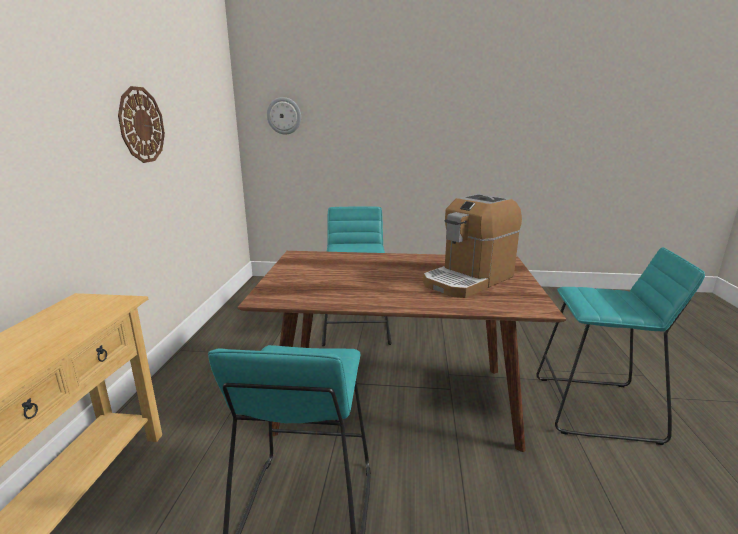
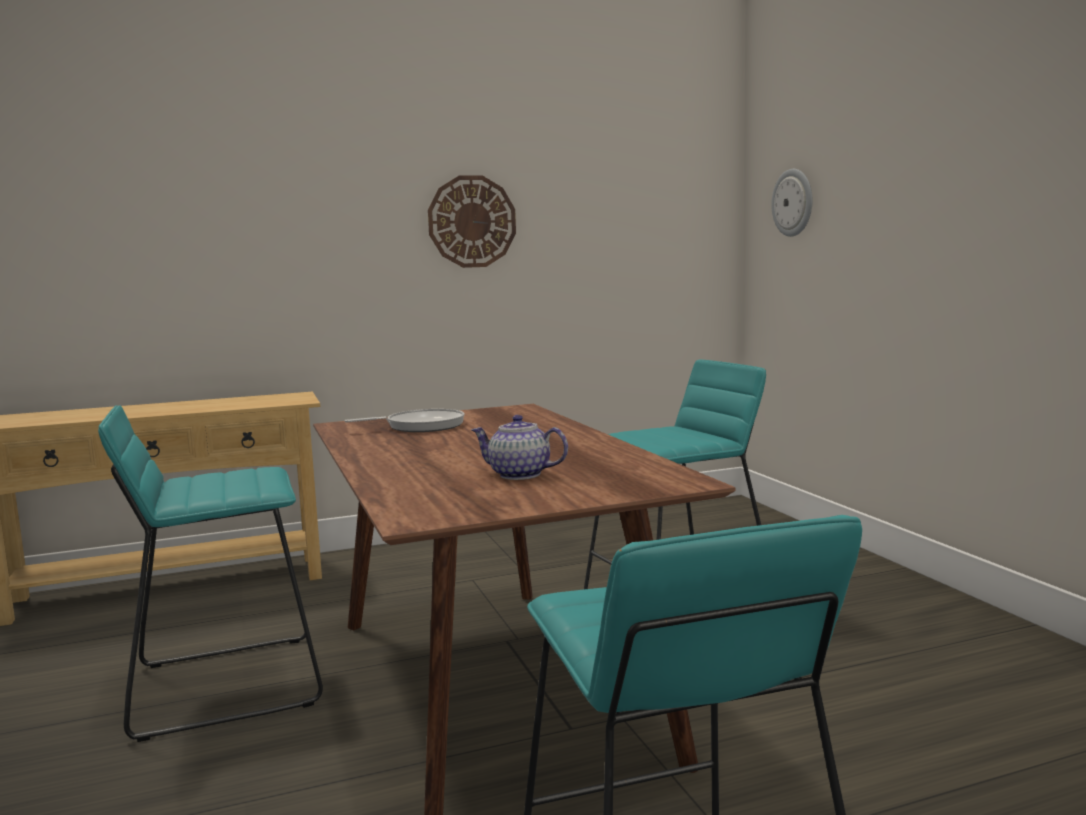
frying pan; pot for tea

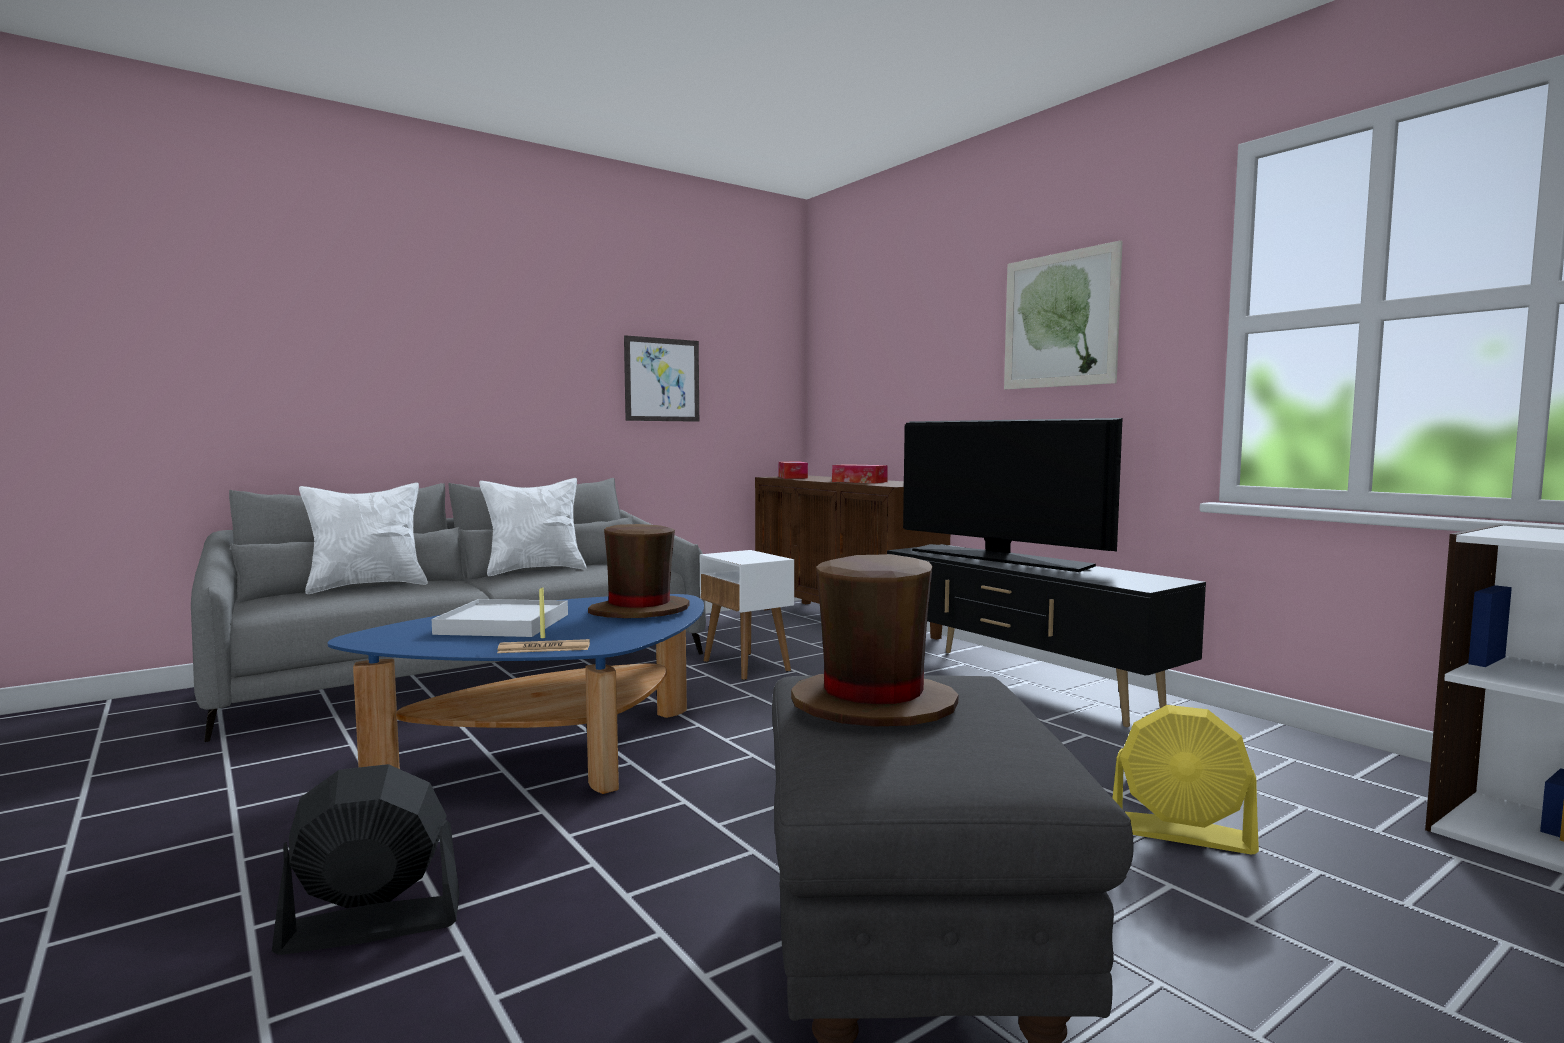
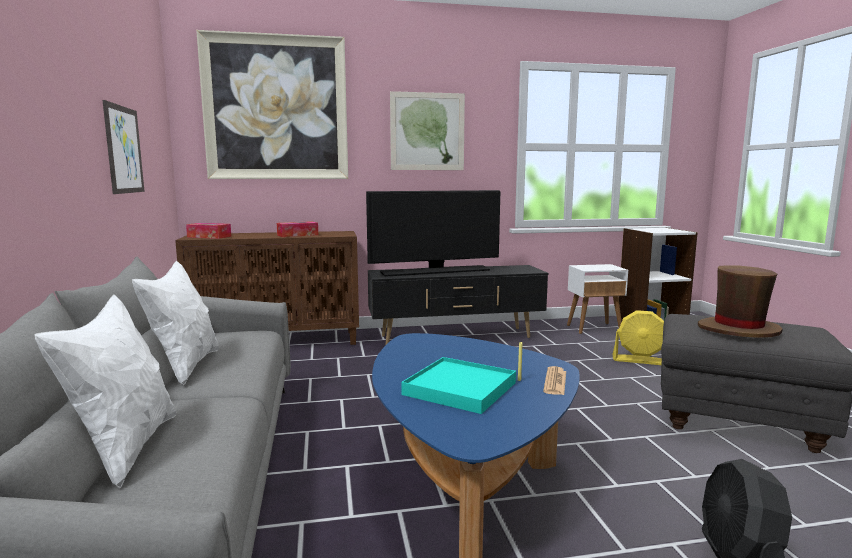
wall art (2nd from left); blue-green carrying tray; whitish end table; yellowish cooling fan; brown-coloured hat (1st from left in the first image)

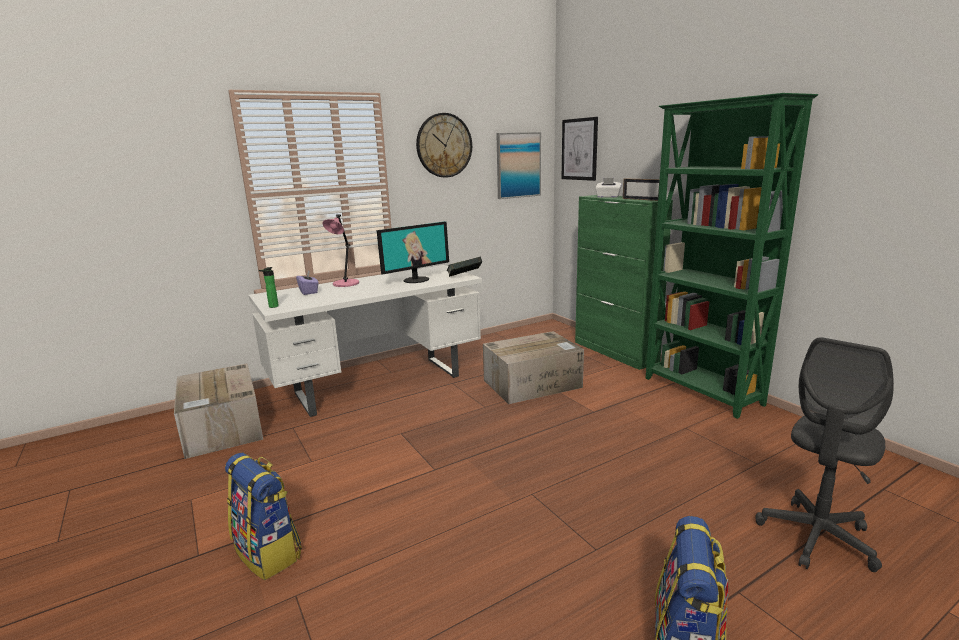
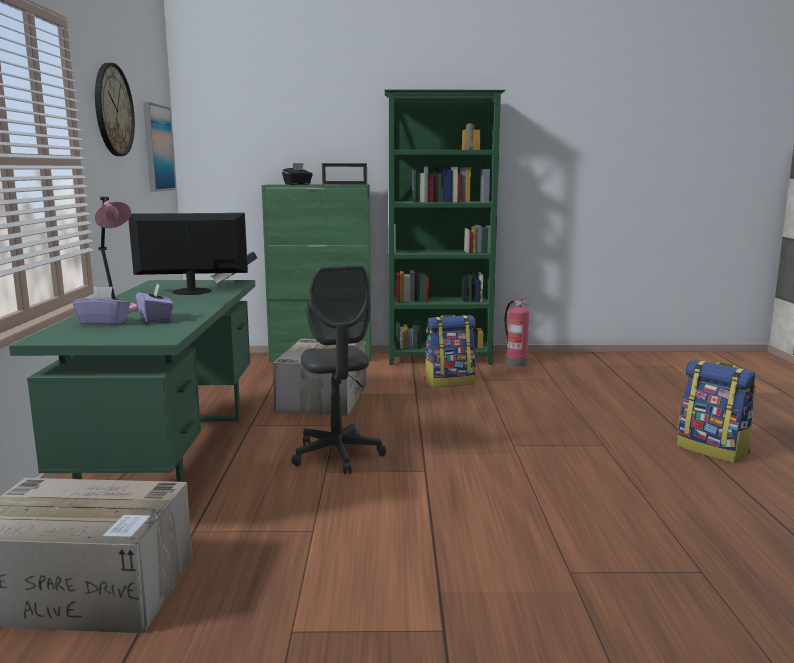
green desk unit; computer display; purple-coloured box of tissues (2nd from left); blackish box of tissues; gray office chair; knapsack (1st from left); extinguisher; drink bottle; wall art (2nd from left in the first image)

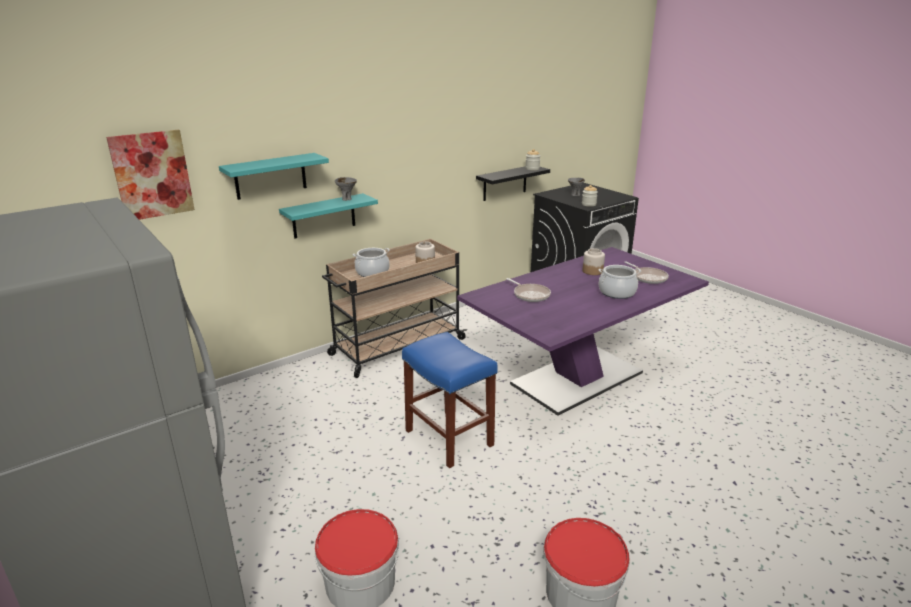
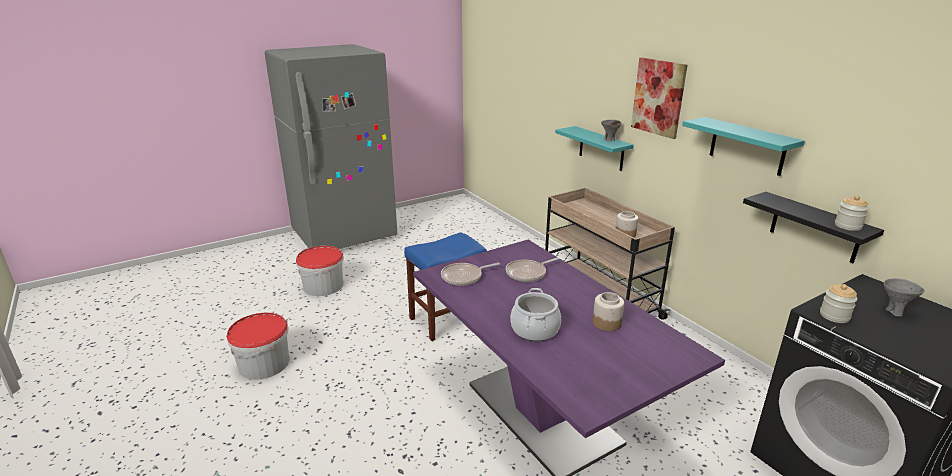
frying pan (1st from left); wall art; blue-green shelf (2nd from left); cooking pot (1st from left in the first image)

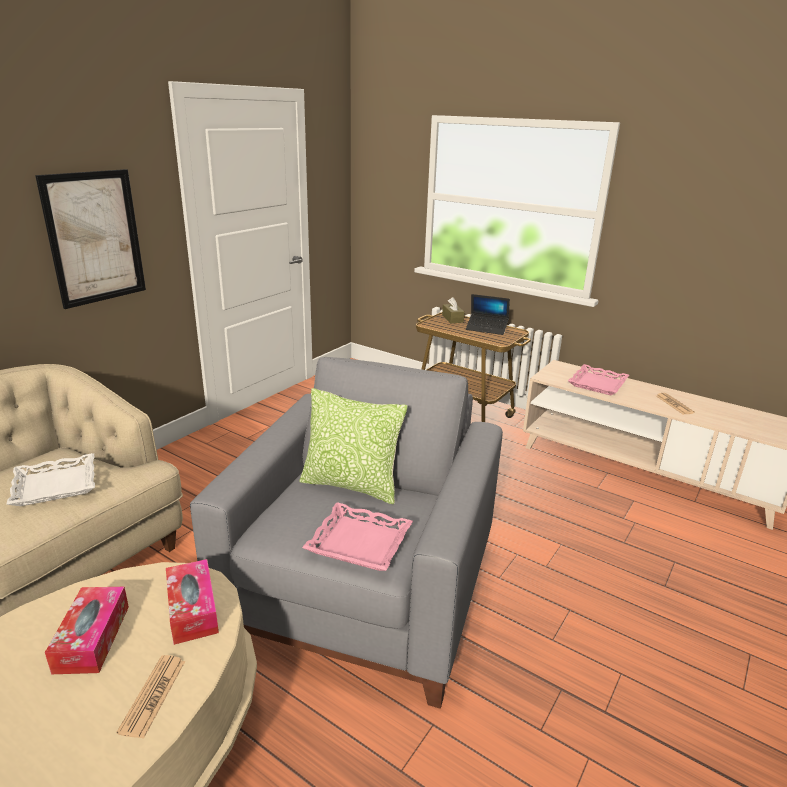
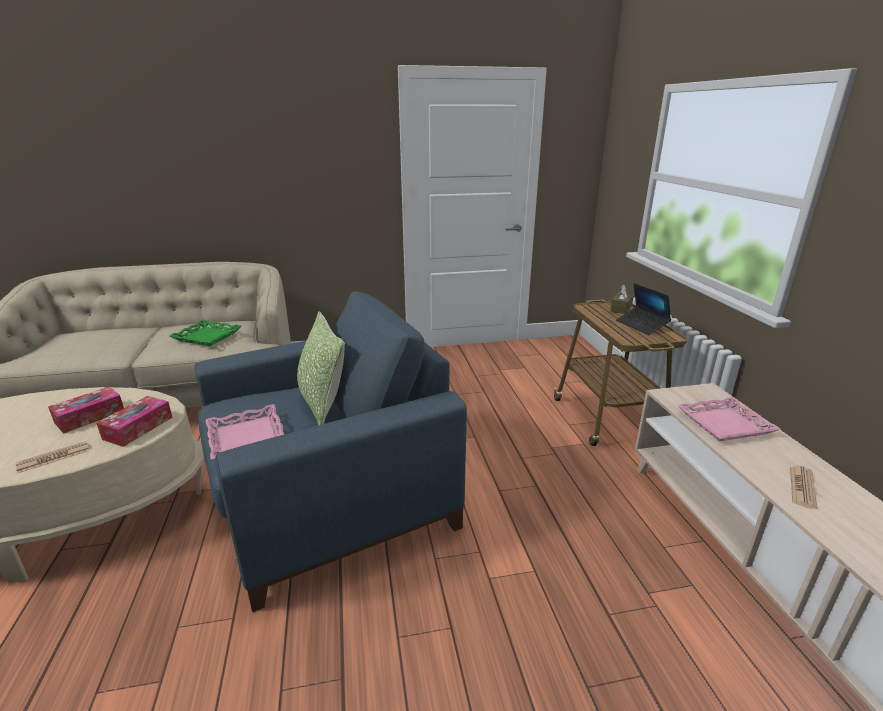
green carrying tray; blue lounge chair; wall art

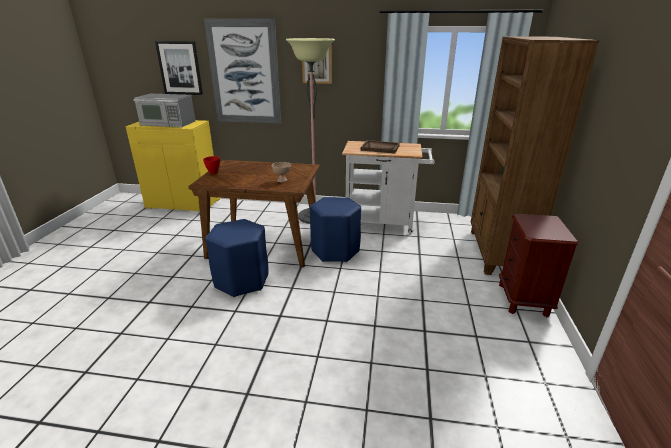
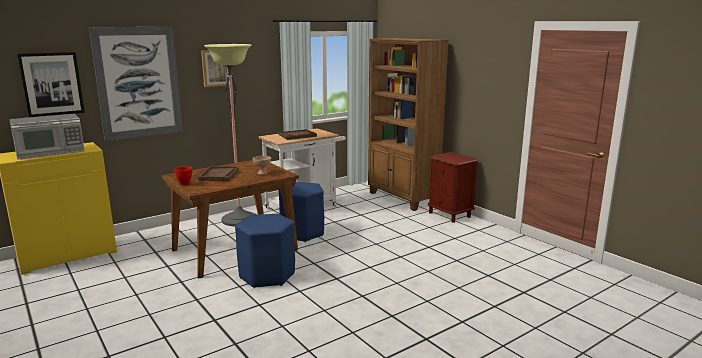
brown-coloured carrying tray (1st from left)

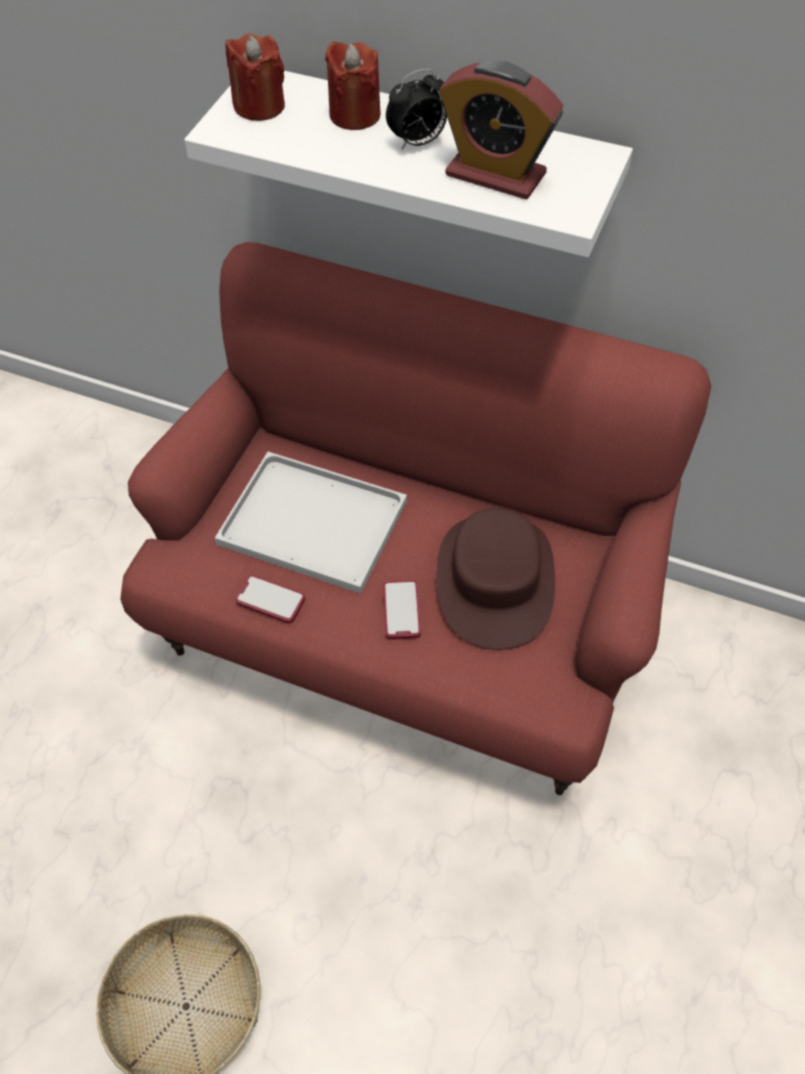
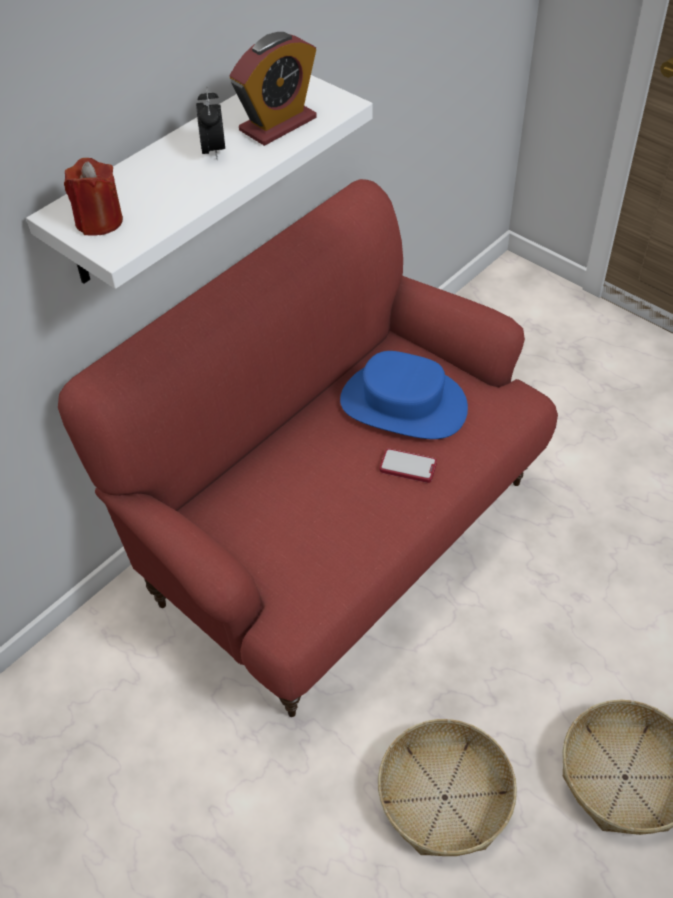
blue hat; household basket (1st from left); whitish carrying tray; telephone (1st from left in the first image); reddish wax light (2nd from left in the first image)

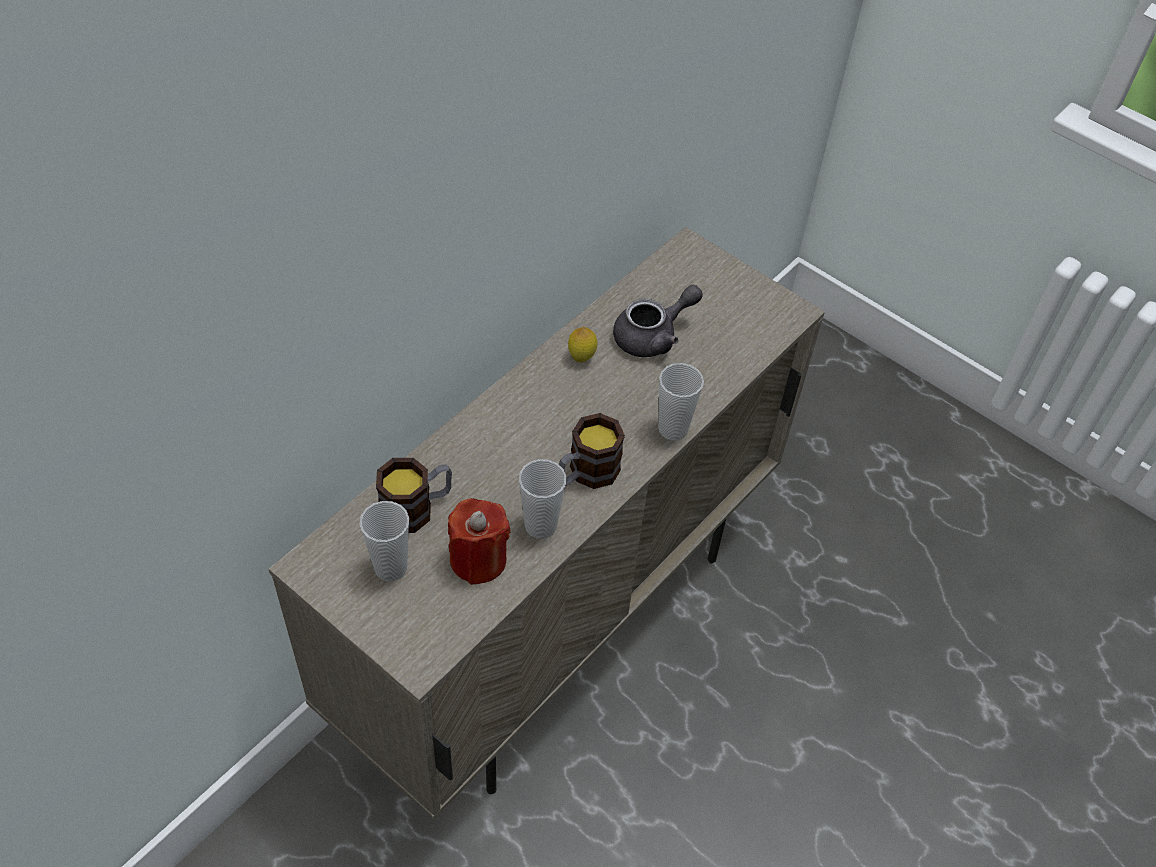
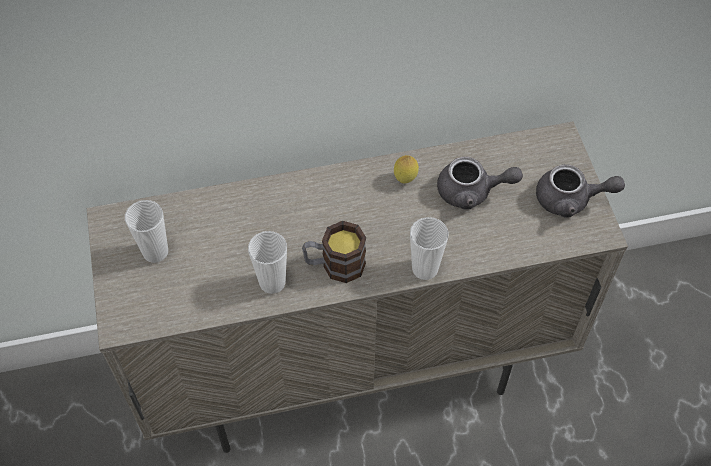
gray pot for tea (2nd from left); mug (1st from left in the first image); reddish wax light

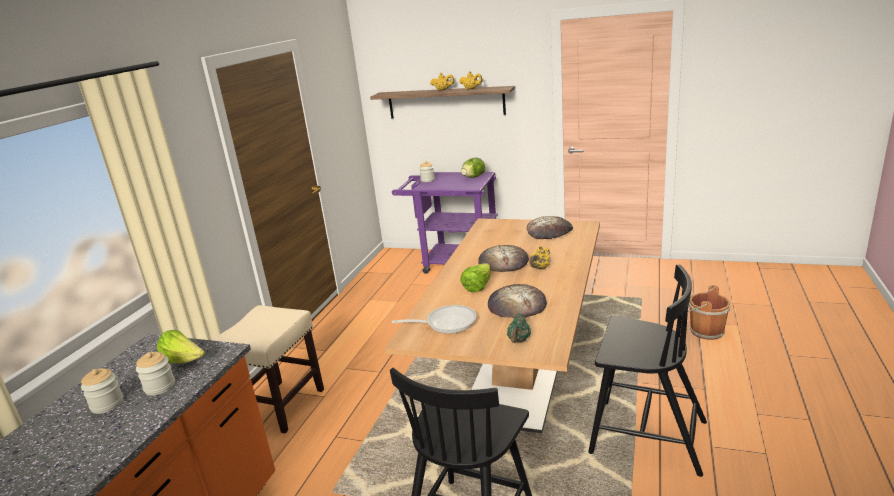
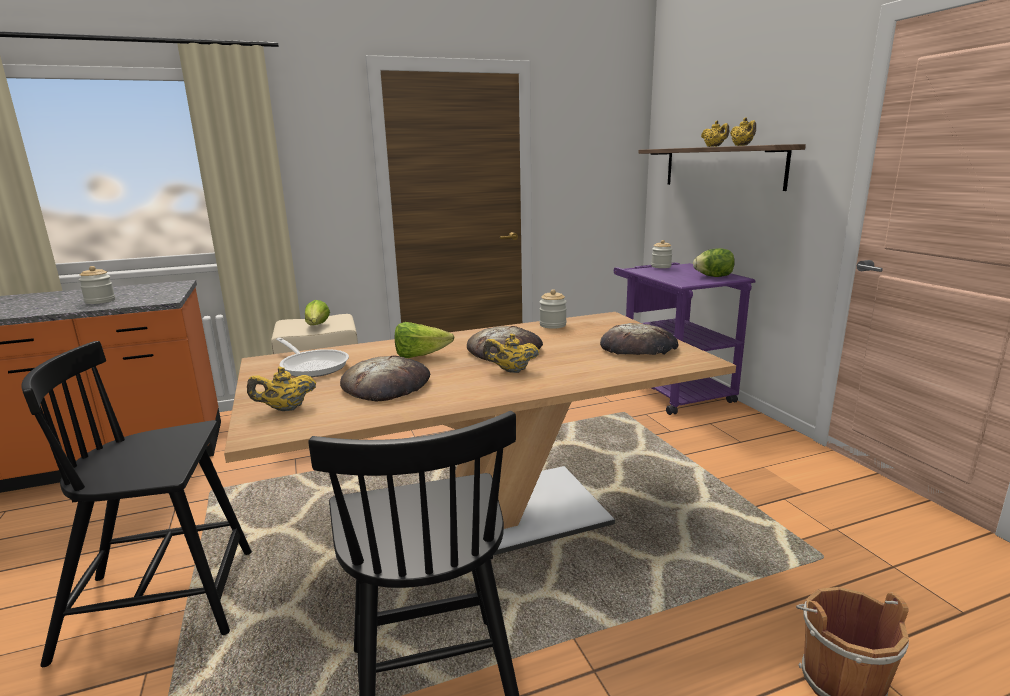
yellowish pot for tea (1st from left); head of lettuce (1st from left); preserve jar (2nd from left)

